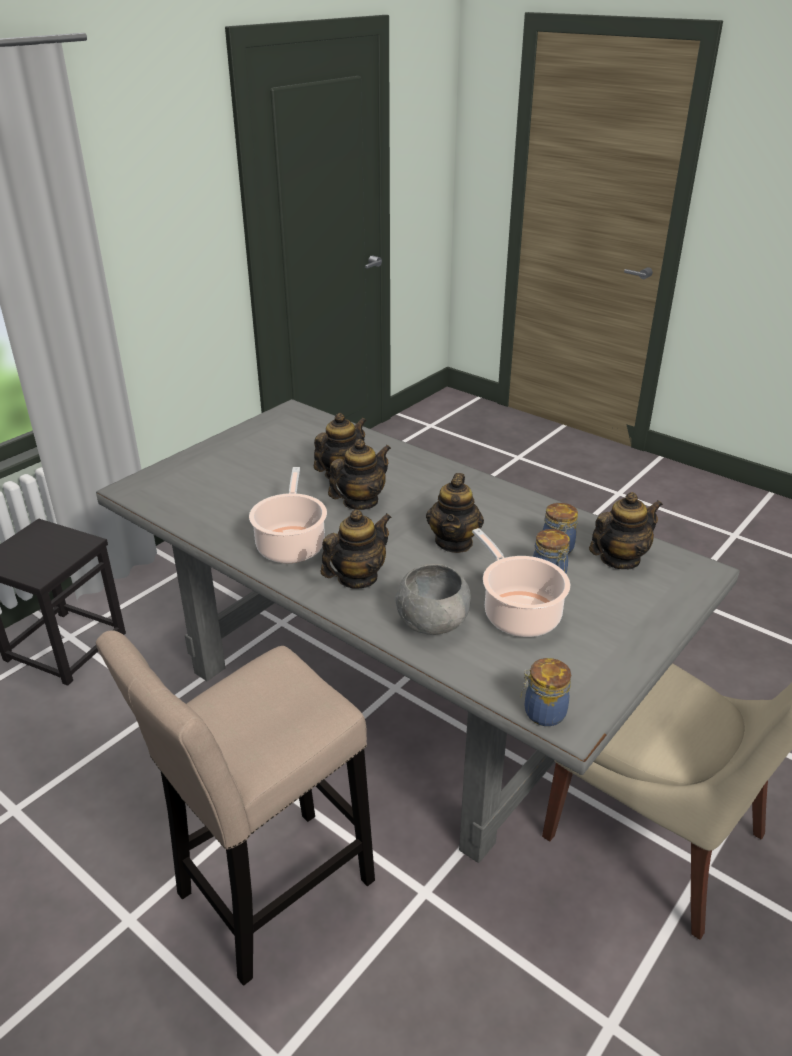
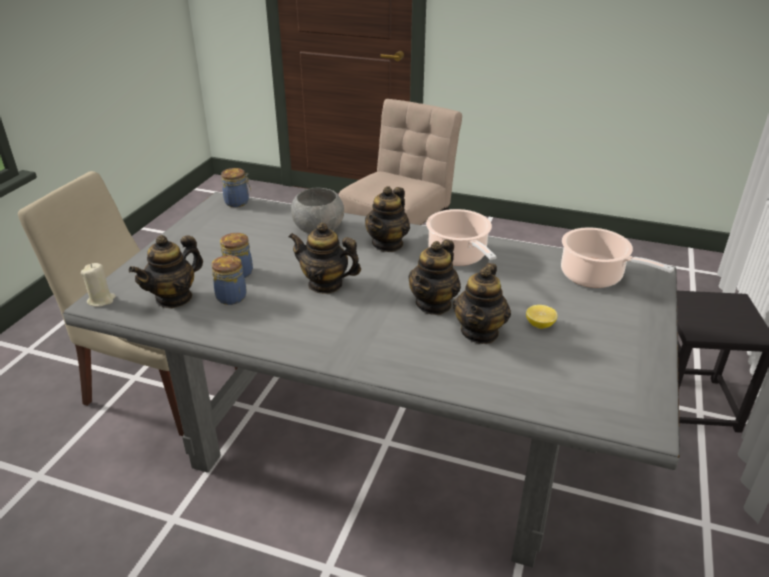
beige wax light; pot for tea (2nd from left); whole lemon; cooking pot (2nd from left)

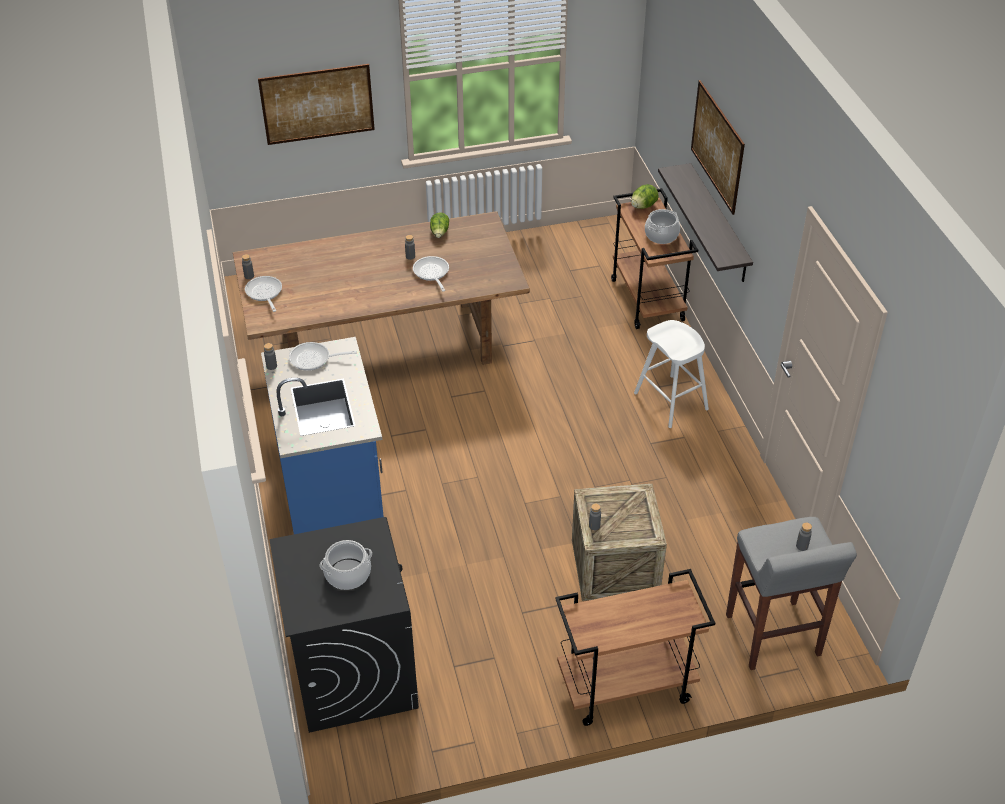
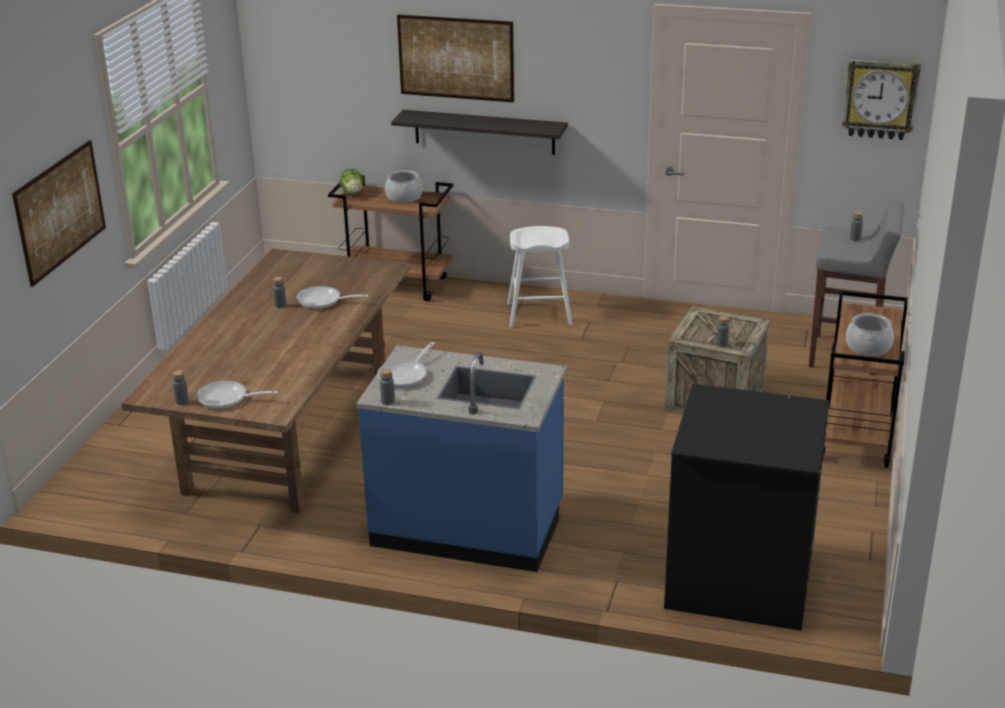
clock on the wall; cooking pot (2nd from left); head of lettuce (1st from left in the first image)

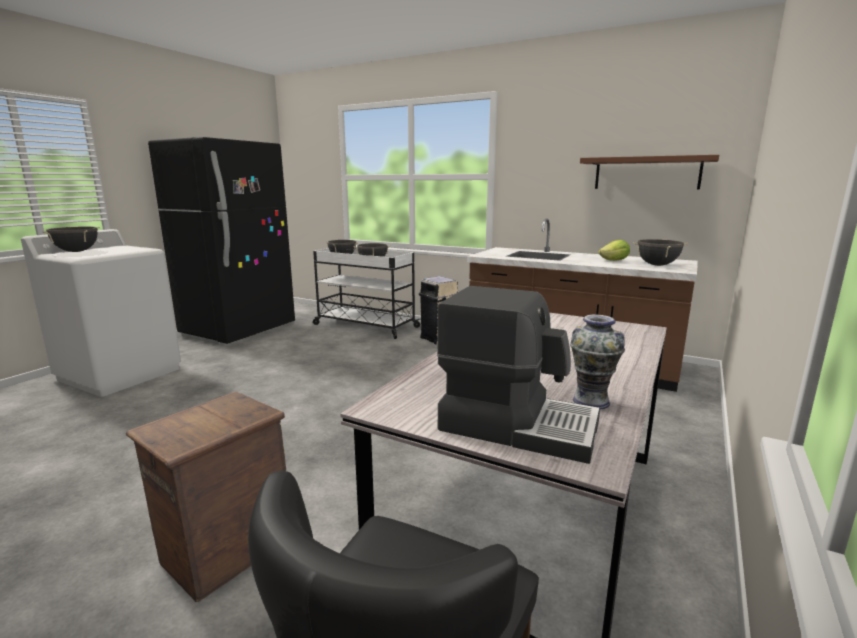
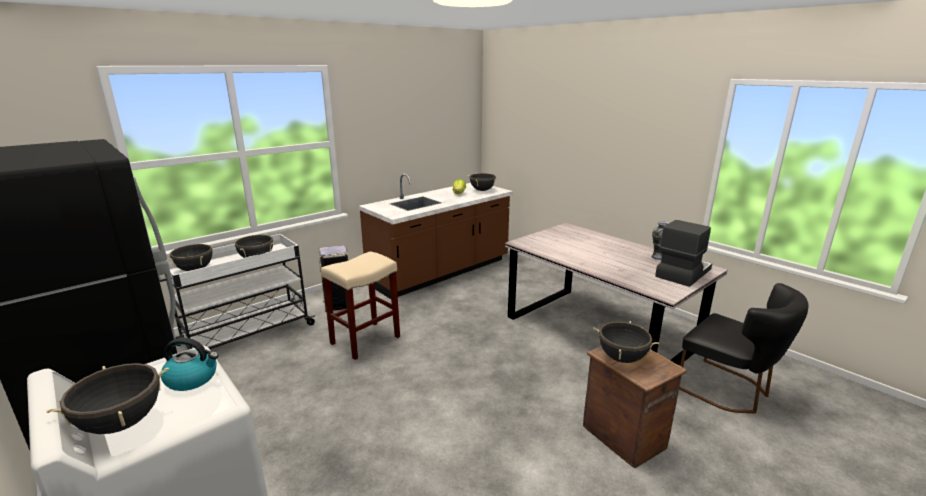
tea kettle; beige sitting stool; blackish cooking pot (5th from left); brown-coloured shelf

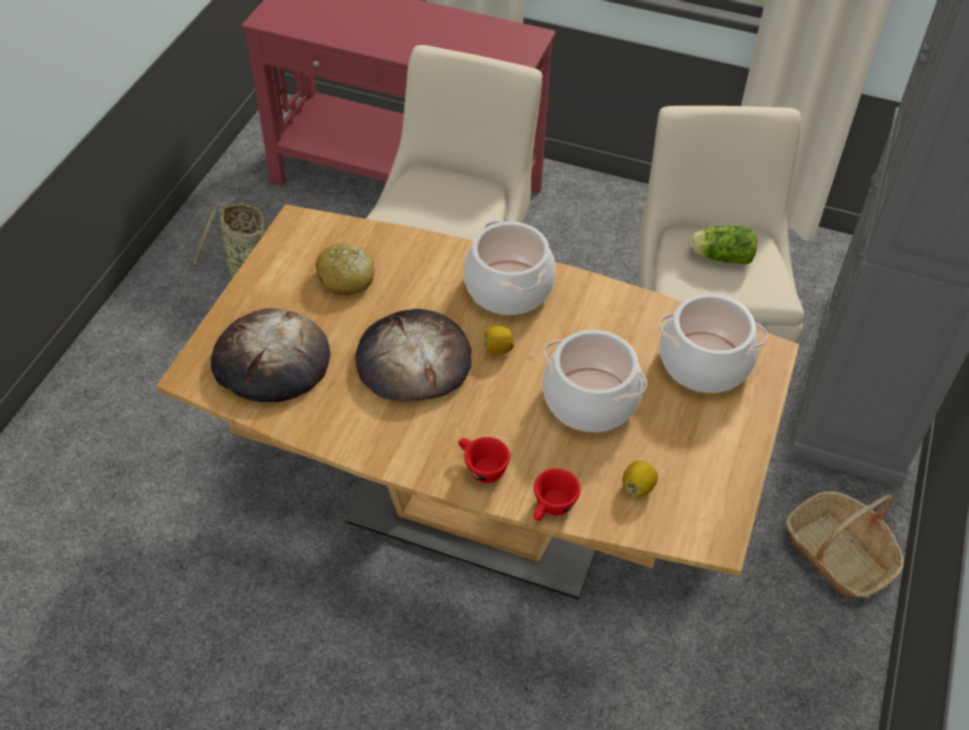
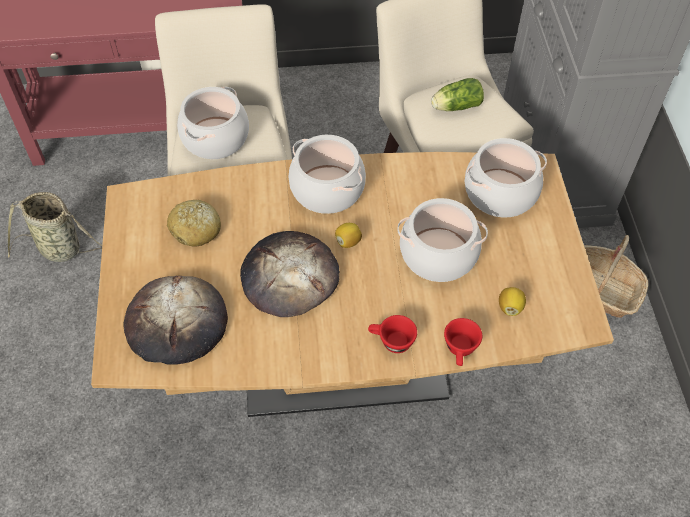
cooking pot (1st from left)

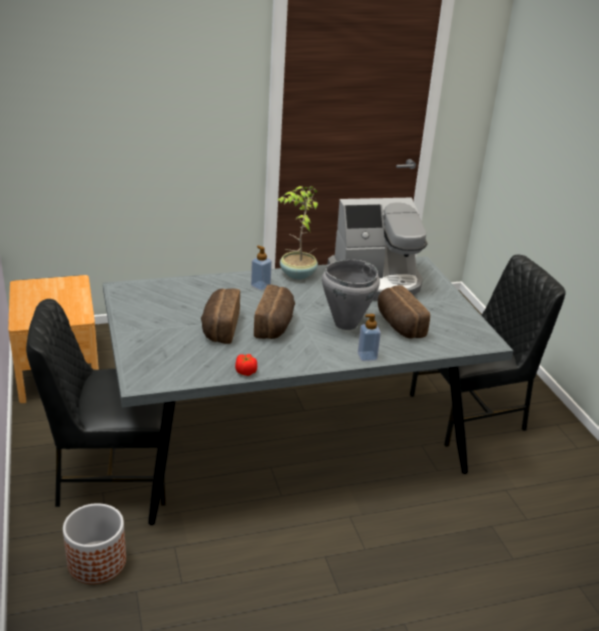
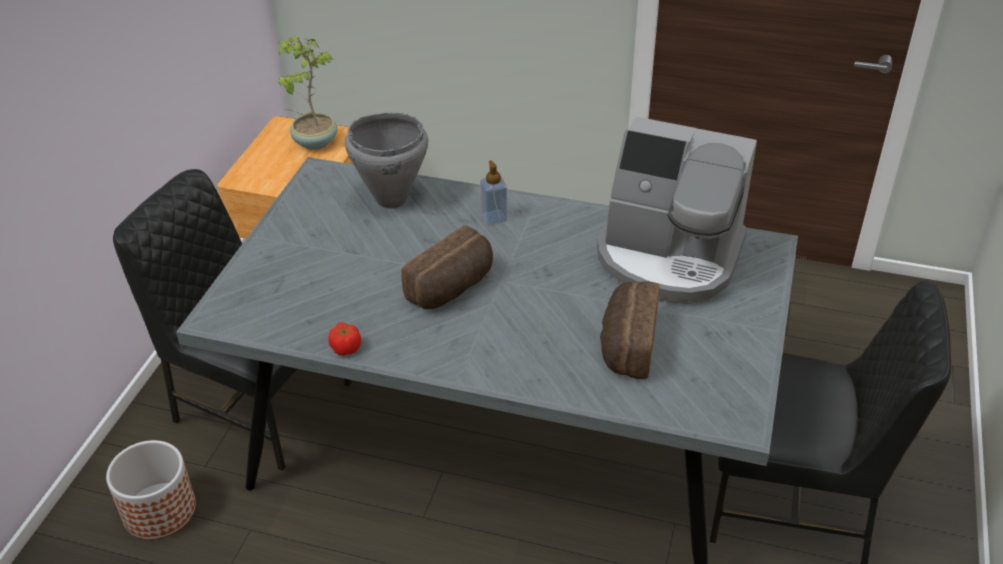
houseplant; gray cooking pot; bakery bread (1st from left in the first image); liquid soap bottle (2nd from left in the first image)

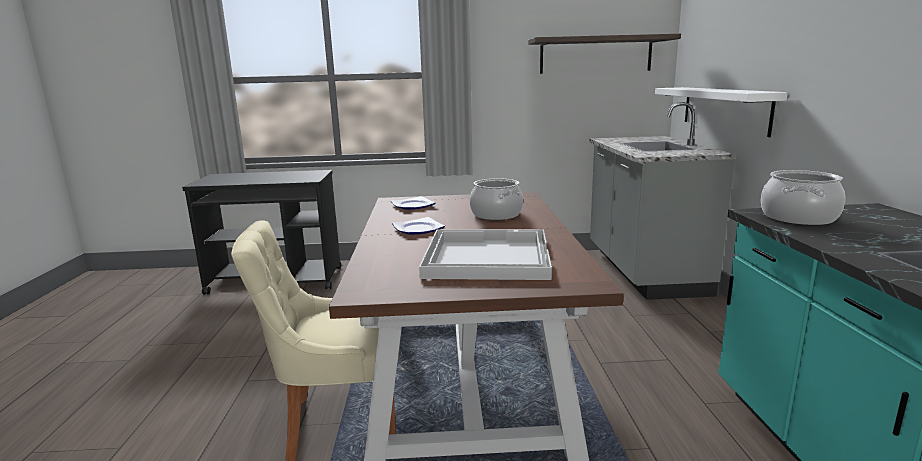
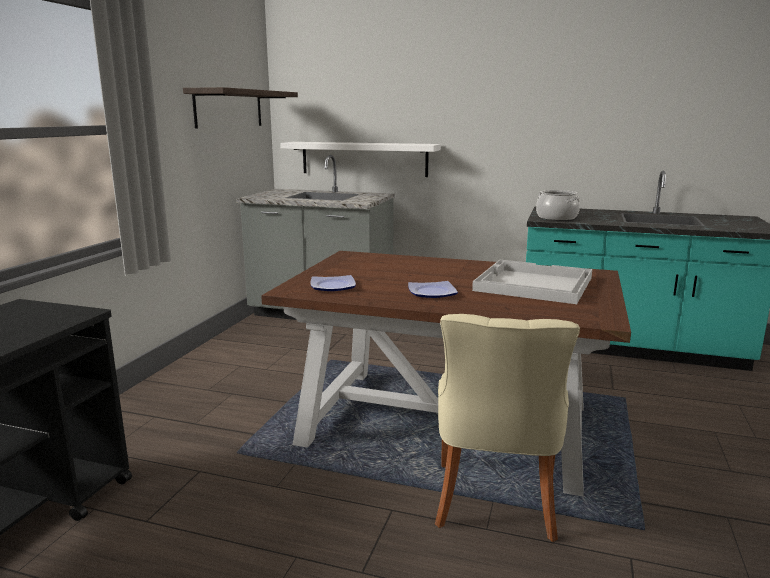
cooking pot (1st from left in the first image)

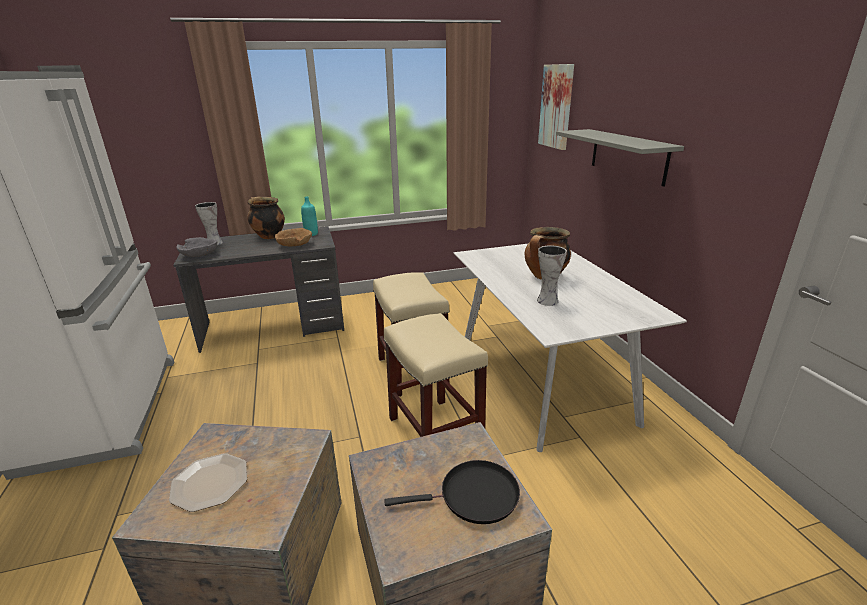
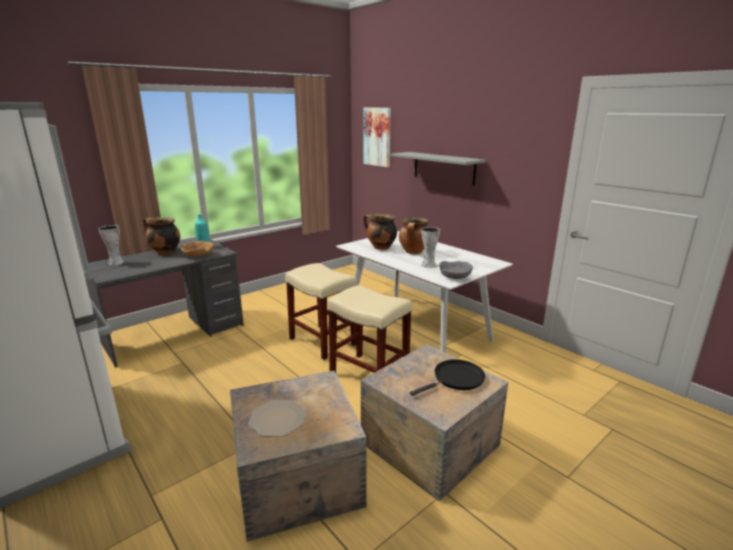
cooking pot (2nd from left); gray serving bowl

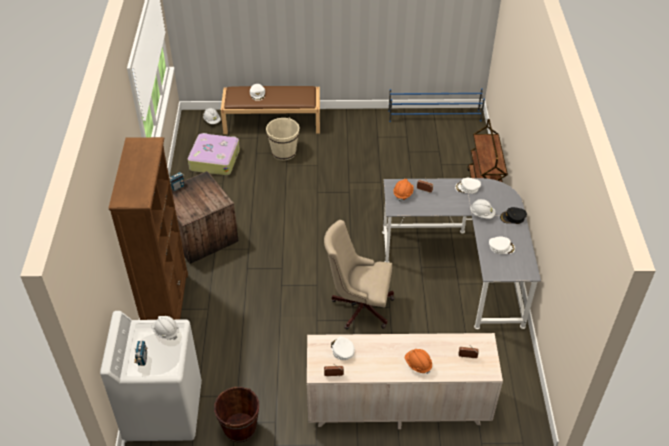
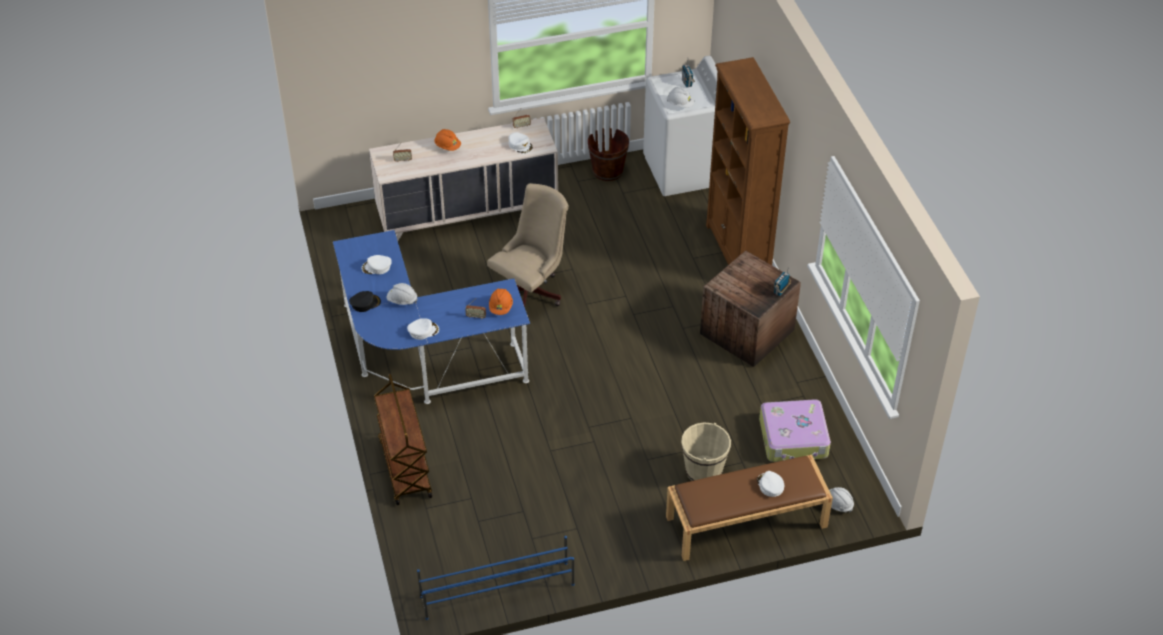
blue desk unit; beige office chair

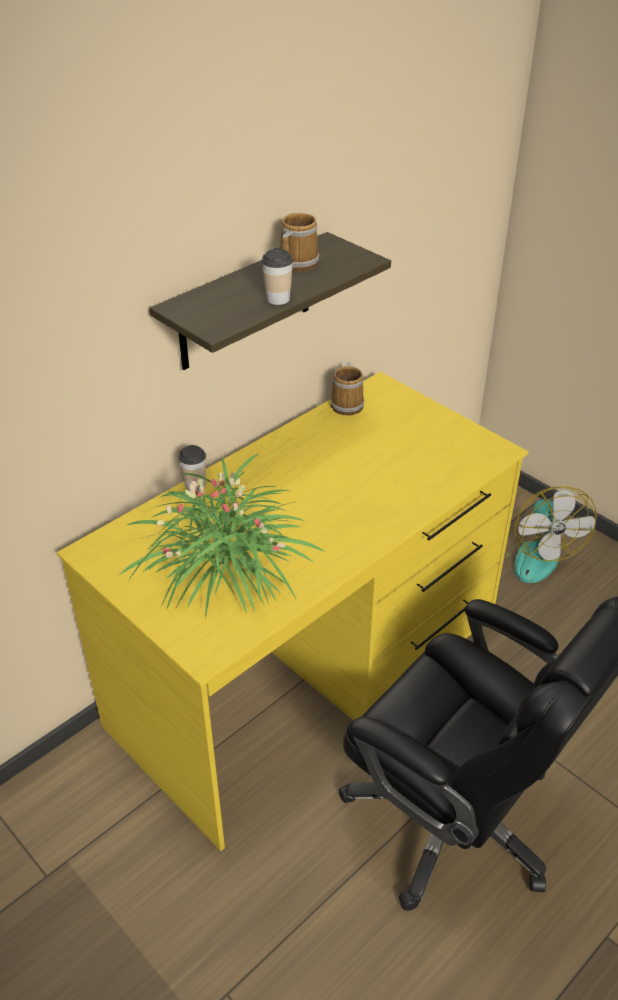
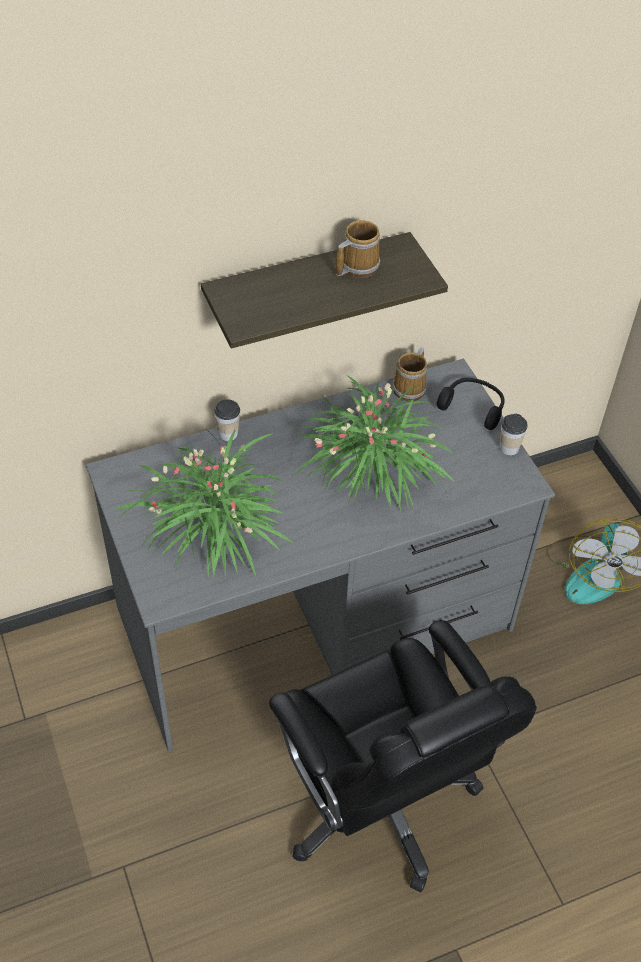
gray desk unit; houseplant (2nd from left); blackish pair of headphones; small cup (2nd from left)

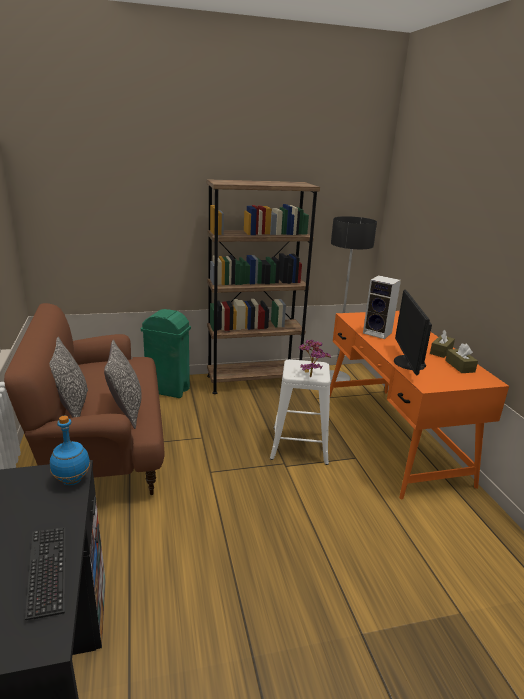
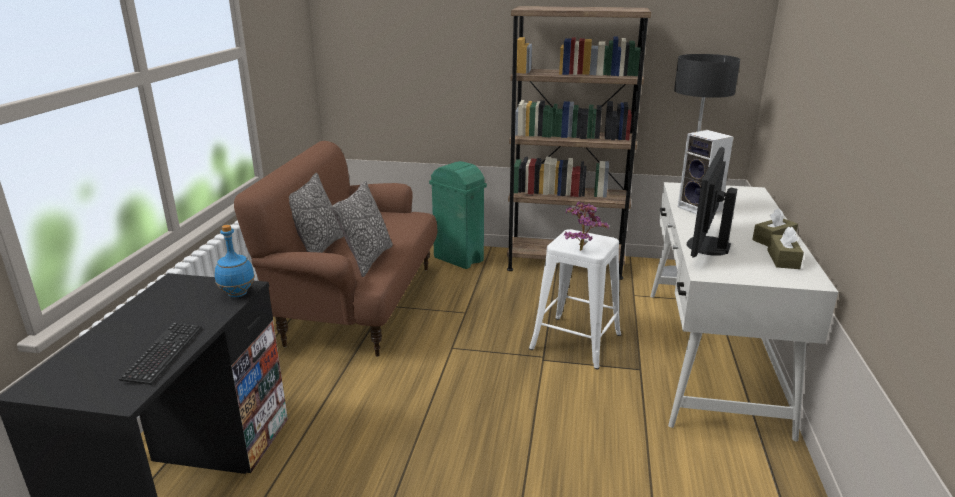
whitish desk unit

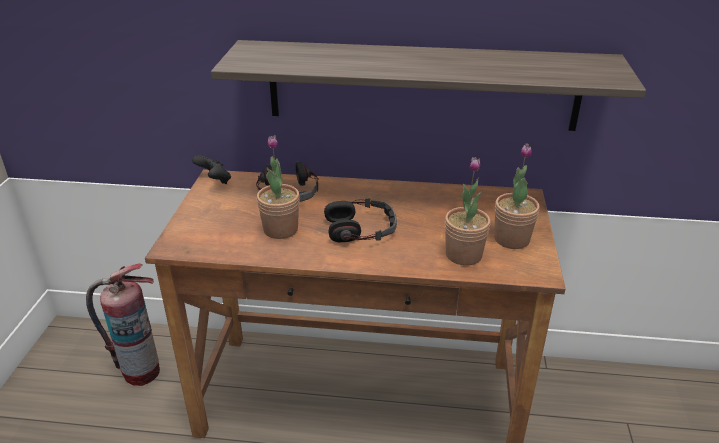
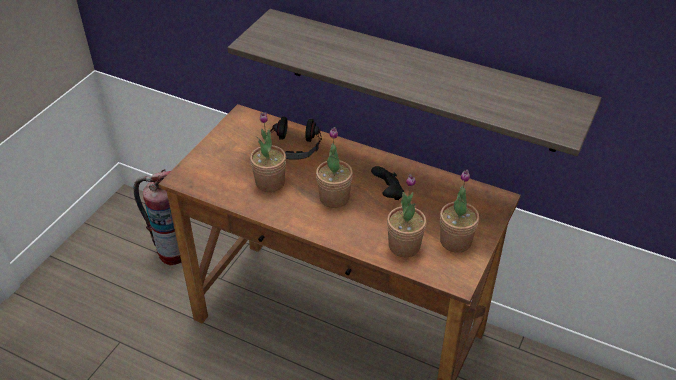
houseplant (2nd from left); blackish joypad

